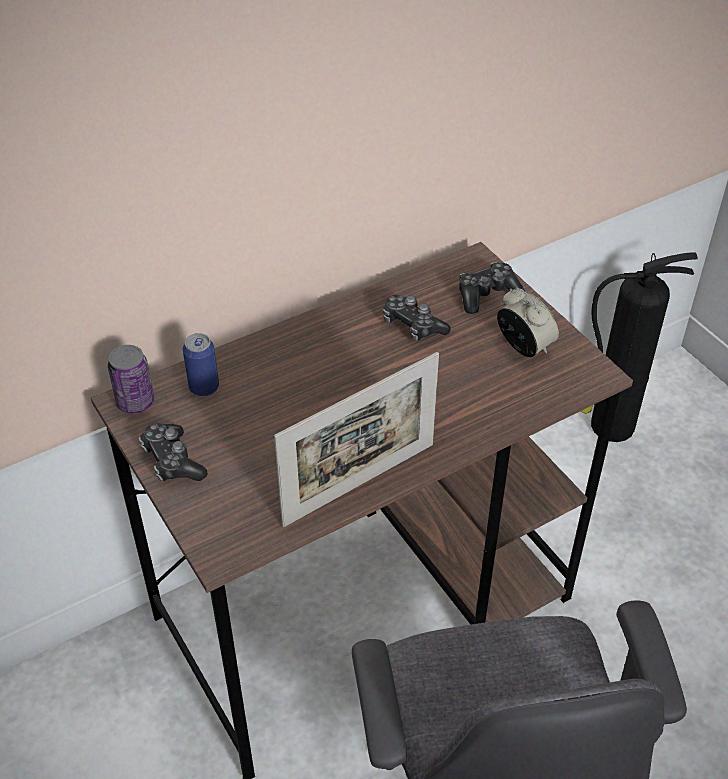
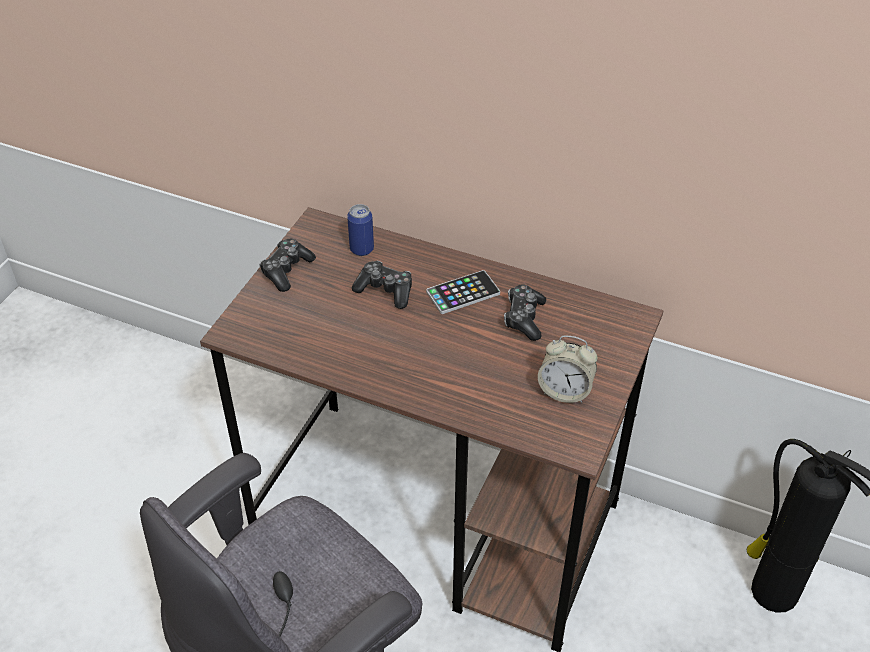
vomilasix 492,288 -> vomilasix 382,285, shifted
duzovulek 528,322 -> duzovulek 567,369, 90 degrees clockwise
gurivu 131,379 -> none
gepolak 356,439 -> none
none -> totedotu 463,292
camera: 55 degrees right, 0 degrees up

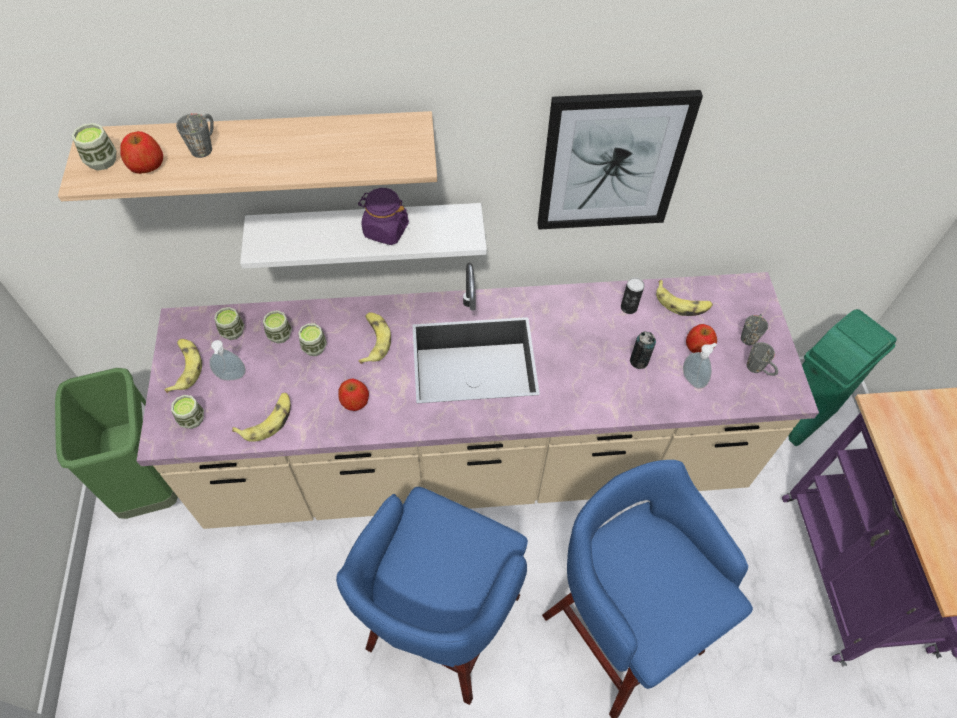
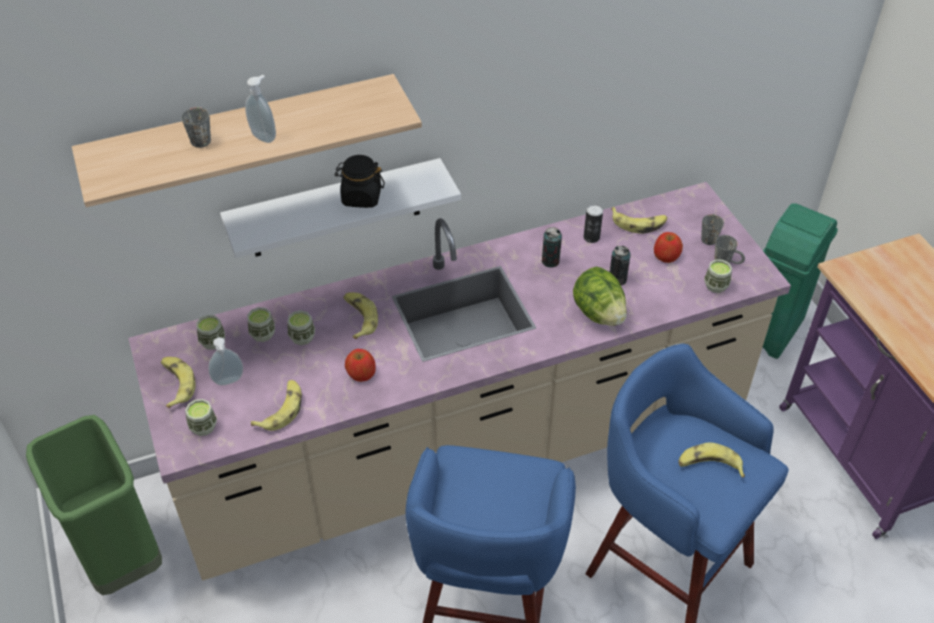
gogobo 620,160 -> none
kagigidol 94,147 -> kagigidol 718,276, shifted
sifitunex 141,152 -> none
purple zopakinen 383,216 -> black zopakinen 359,181
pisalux 700,366 -> pisalux 260,109, shifted
none -> gurivu 552,247
none -> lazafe 600,296
none -> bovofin 711,460
camera: 15 degrees left, 10 degrees down

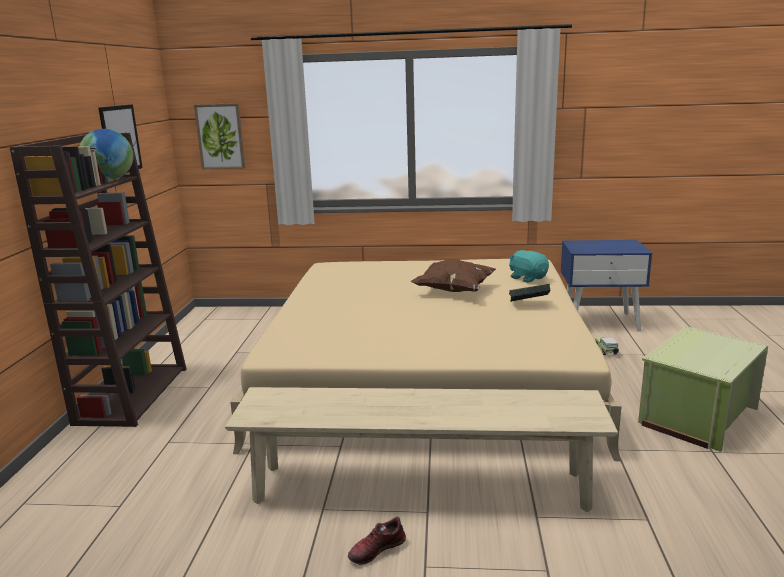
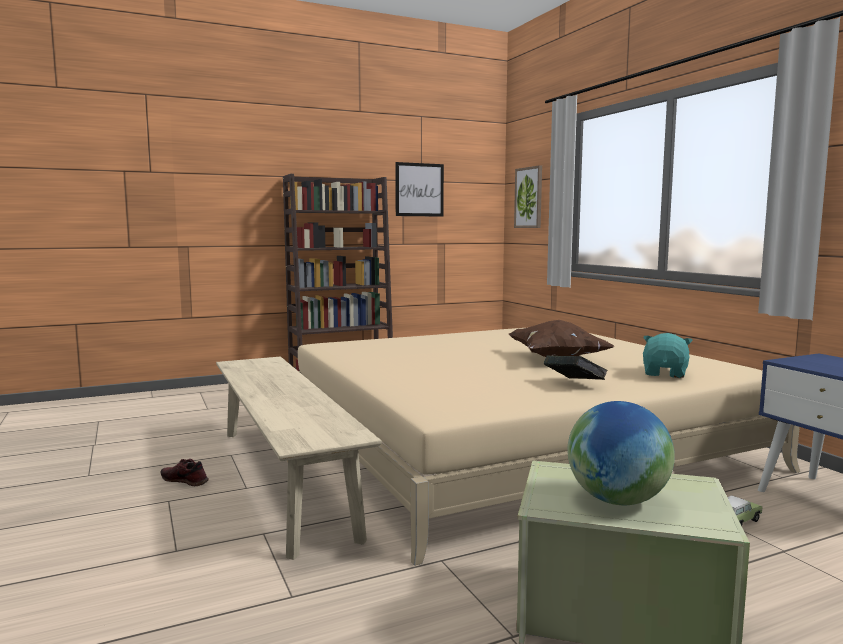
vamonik 106,154 -> vamonik 621,453, shifted
camera: 60 degrees right, 10 degrees down

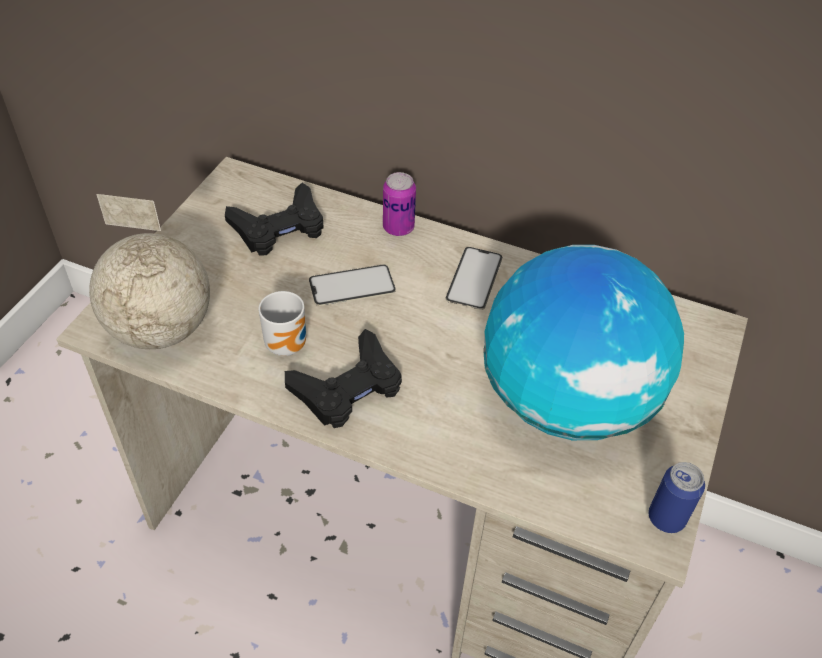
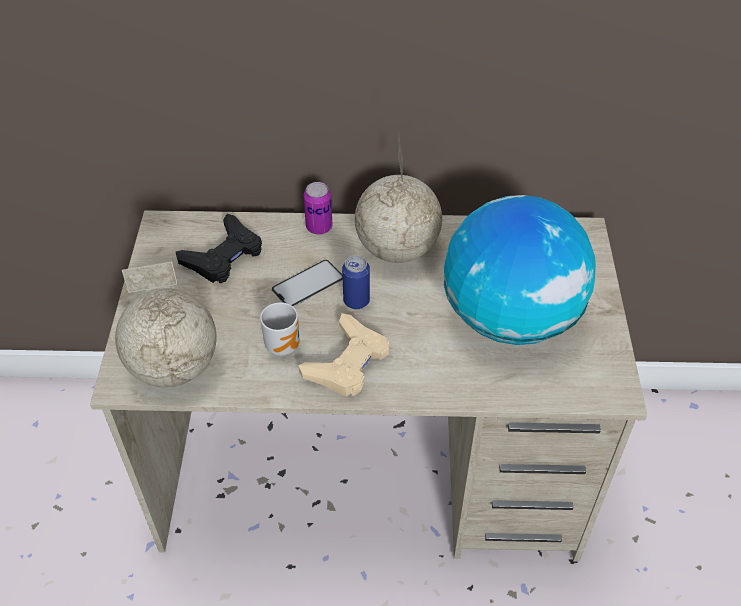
totedotu 474,278 -> vamonik 398,198
black vomilasix 343,378 -> beige vomilasix 343,354
gurivu 677,497 -> gurivu 356,282, shifted
camera: 20 degrees left, 0 degrees up

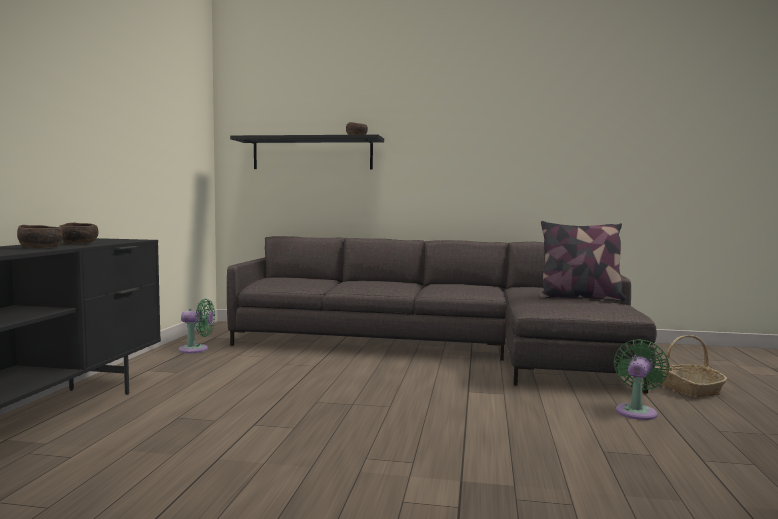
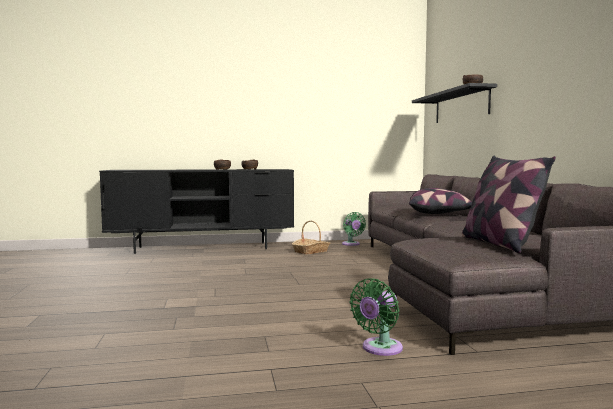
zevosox 691,366 -> zevosox 311,238, shifted
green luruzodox 641,379 -> green luruzodox 376,317, 120 degrees clockwise
none -> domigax 440,201
camera: 70 degrees right, 0 degrees up

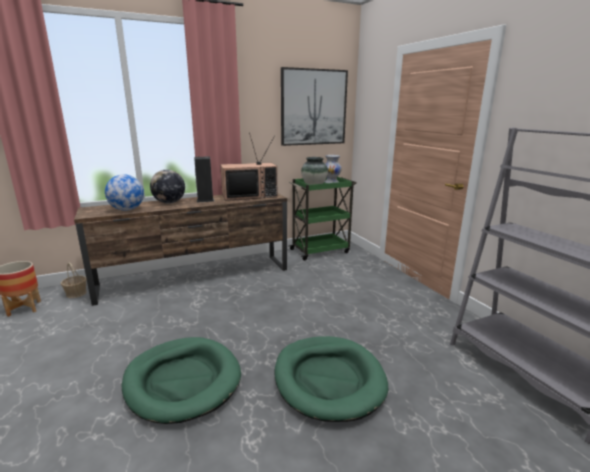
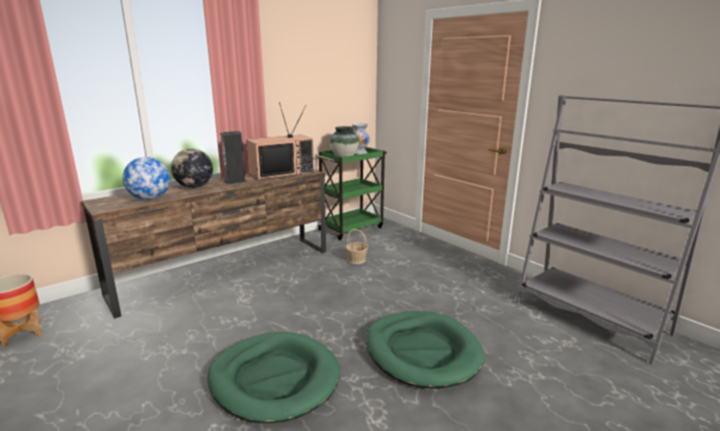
gogobo 314,106 -> none
zevosox 74,280 -> zevosox 357,246, shifted
camera: 15 degrees left, 0 degrees up

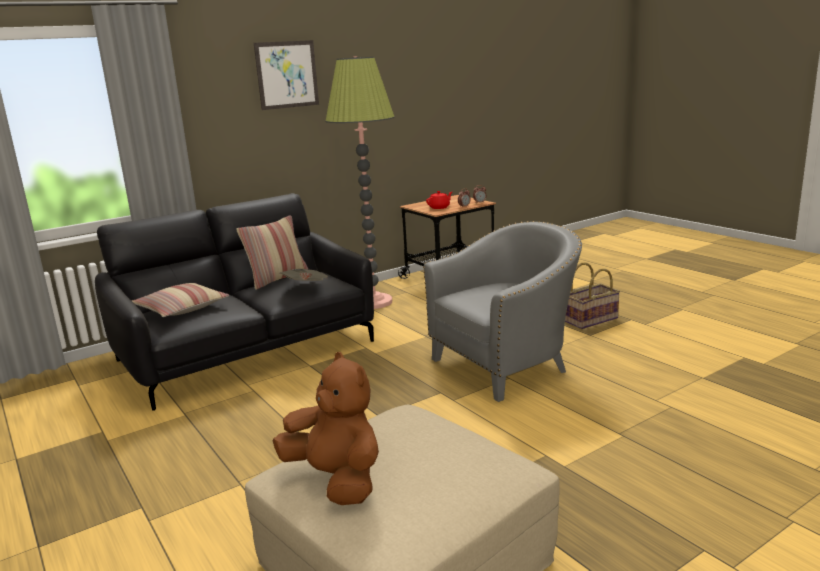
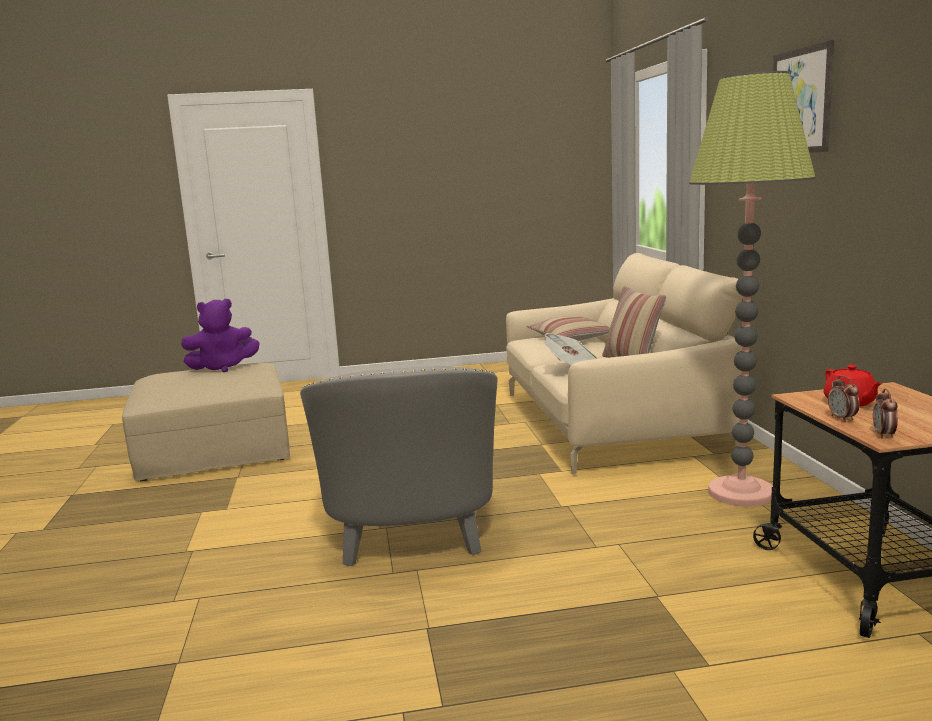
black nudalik 234,302 -> beige nudalik 624,363
zevosox 592,295 -> none
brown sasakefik 326,428 -> purple sasakefik 220,335
camera: 115 degrees right, 5 degrees down

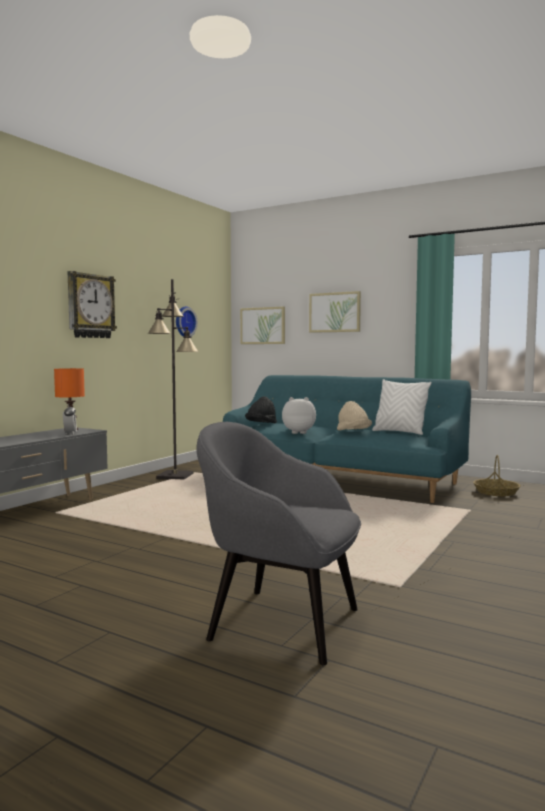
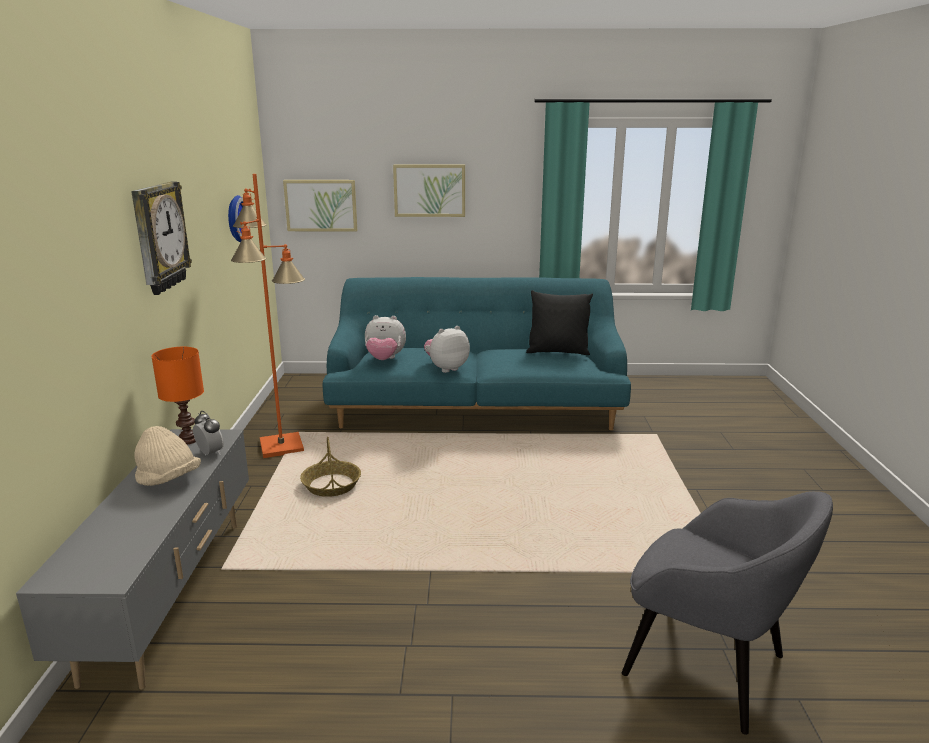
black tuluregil 173,379 -> orange tuluregil 268,316
white domigax 402,407 -> black domigax 559,322
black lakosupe 261,409 -> sasakefik 385,337
beige lakosupe 354,416 -> beige lakosupe 167,456, shifted
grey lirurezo 278,543 -> grey lirurezo 727,613, 135 degrees counterclockwise
zevosox 497,475 -> zevosox 330,467, shifted
camera: 30 degrees left, 15 degrees up

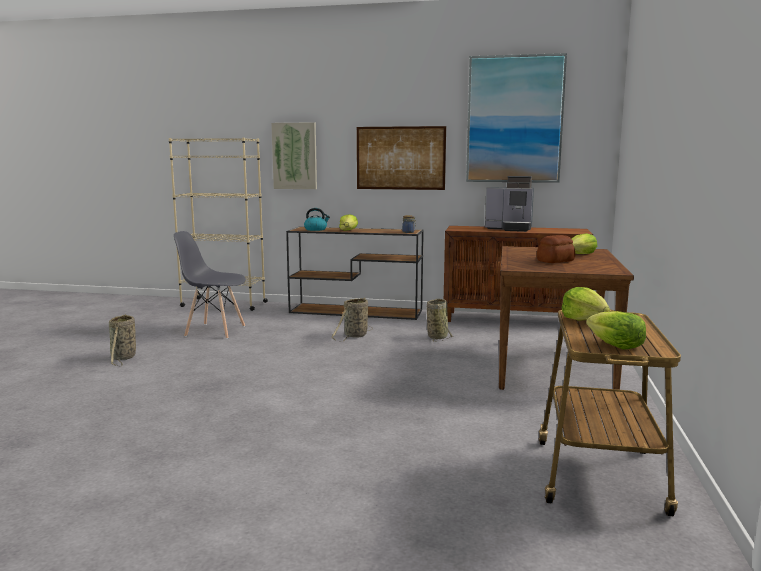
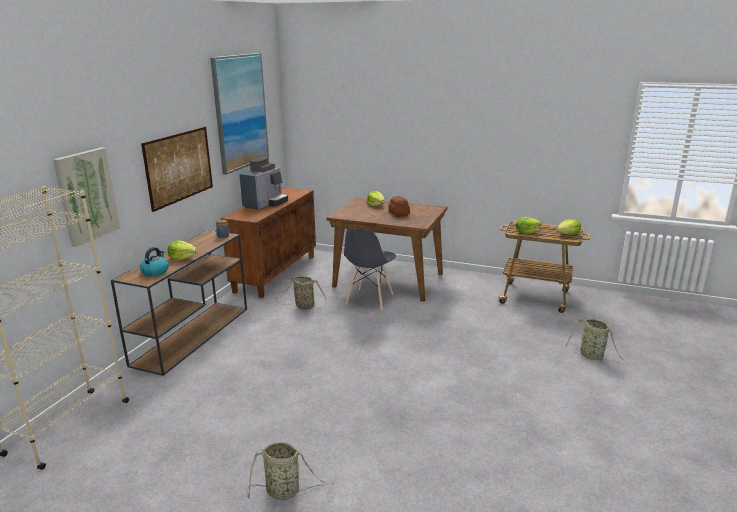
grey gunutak 210,285 -> grey gunutak 370,269, shifted
zevosox 352,320 -> zevosox 597,341, shifted
camera: 80 degrees left, 10 degrees up

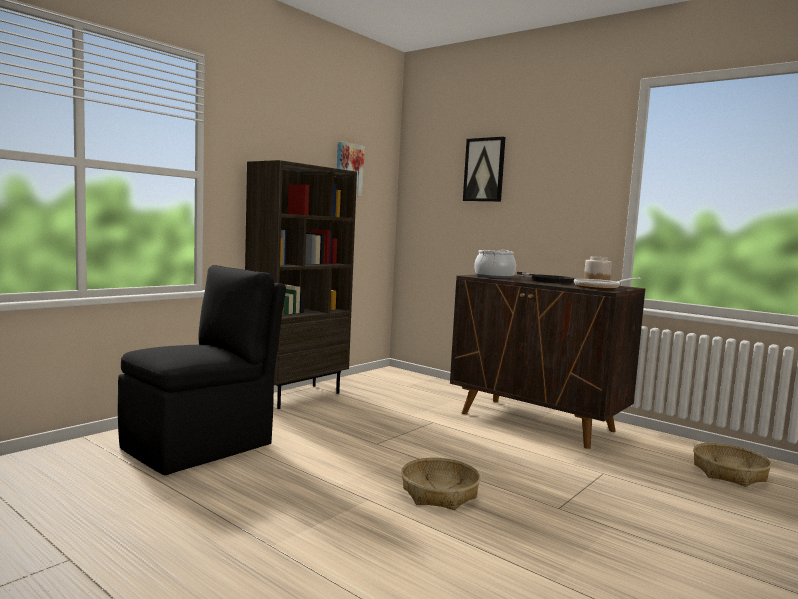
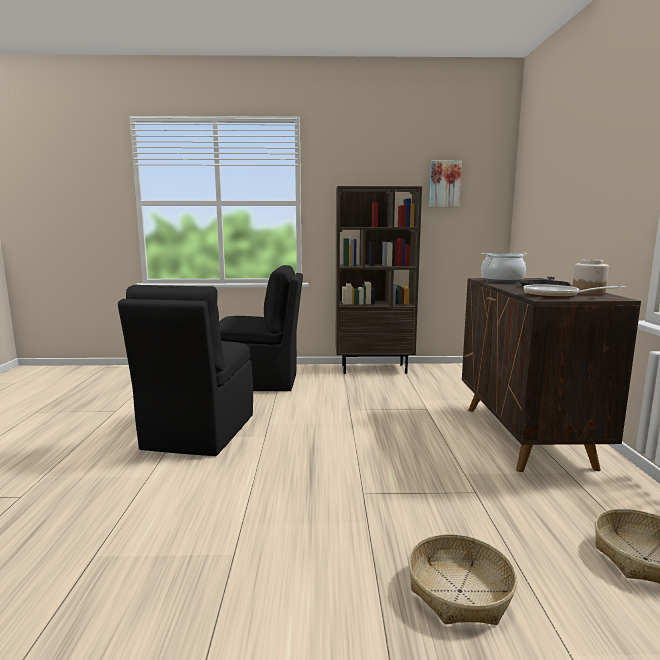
gogobo 484,169 -> none
zevosox 440,484 -> zevosox 462,579, shifted
none -> black gunutak 185,370
camera: 50 degrees right, 5 degrees up

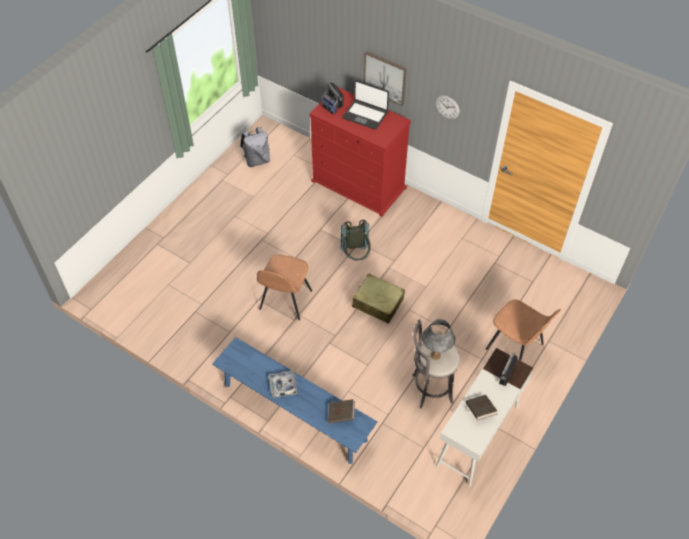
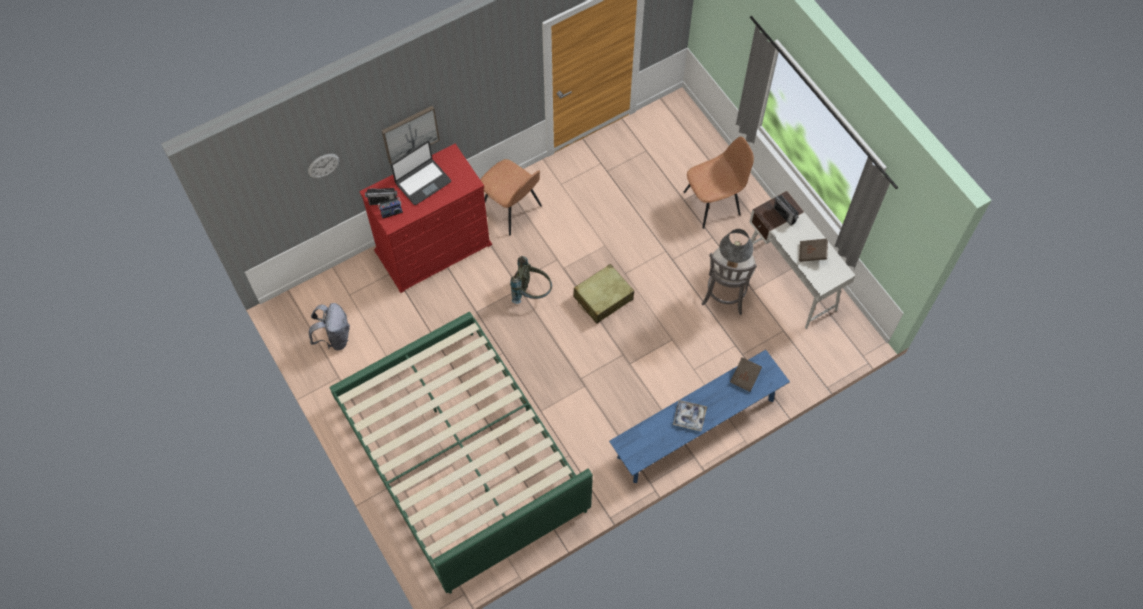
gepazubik 447,107 -> gepazubik 323,166, shifted
brown gunutak 284,287 -> brown gunutak 511,197, shifted
none -> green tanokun 461,453
camera: 65 degrees left, 10 degrees up

